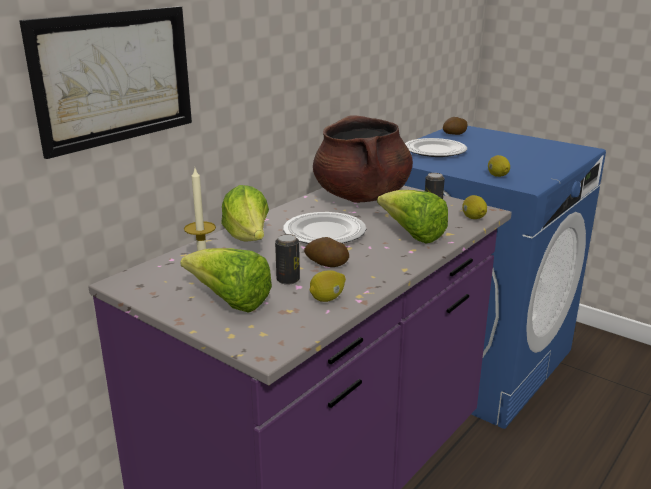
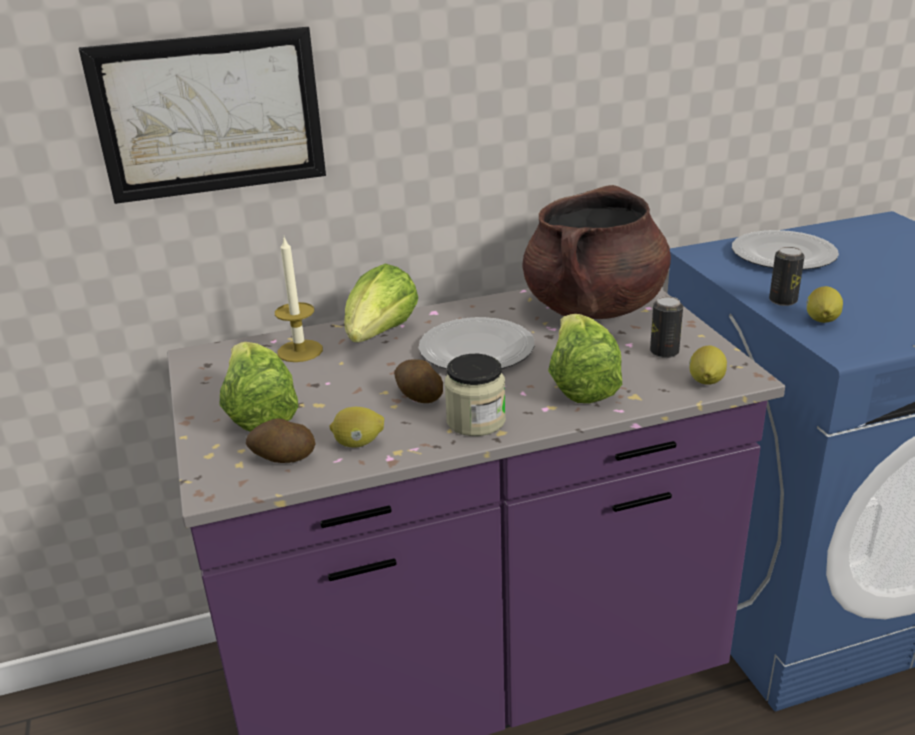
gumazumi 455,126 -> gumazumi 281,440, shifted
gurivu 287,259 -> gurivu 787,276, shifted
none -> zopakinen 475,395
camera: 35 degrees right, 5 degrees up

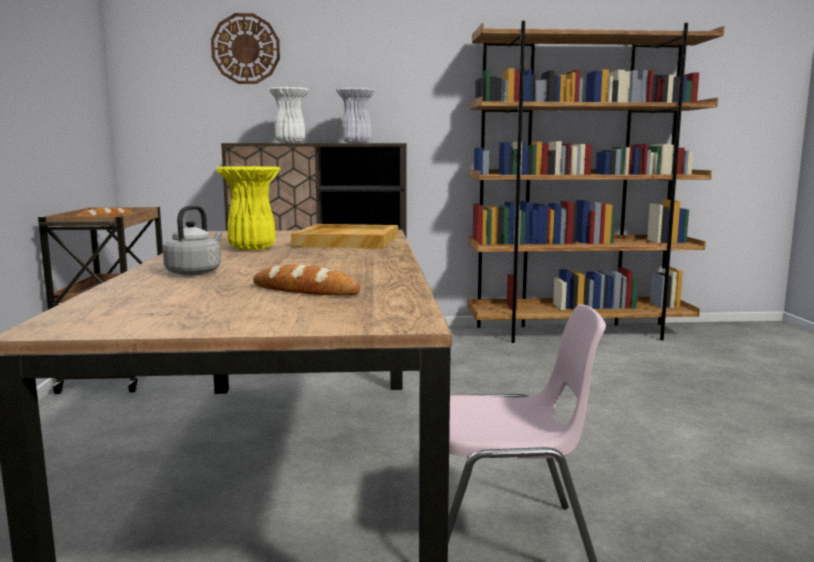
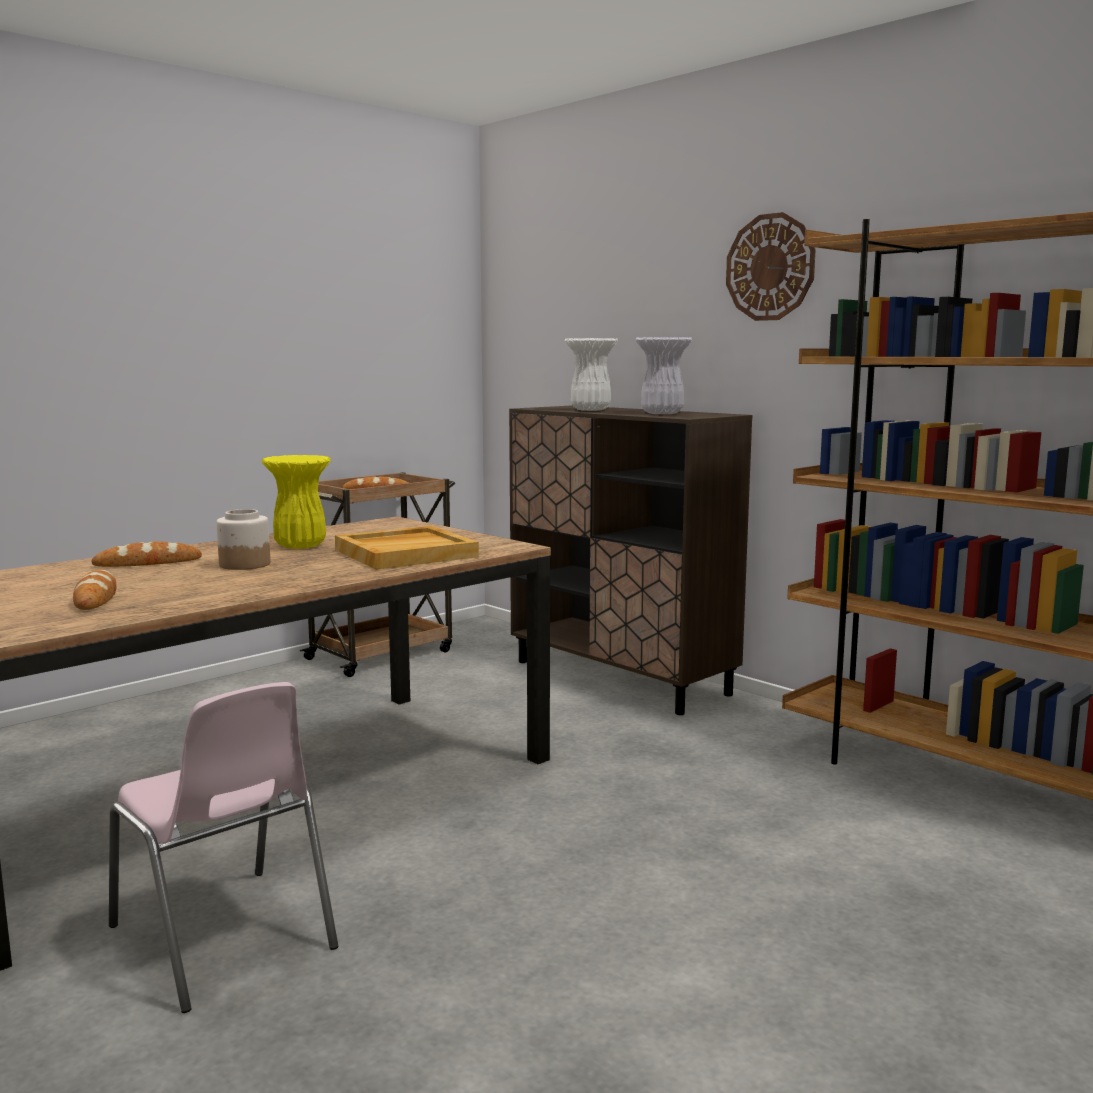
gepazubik 245,48 -> gepazubik 771,266, shifted
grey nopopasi 192,240 -> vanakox 146,554
none -> zopakinen 243,539
camera: 50 degrees right, 0 degrees up

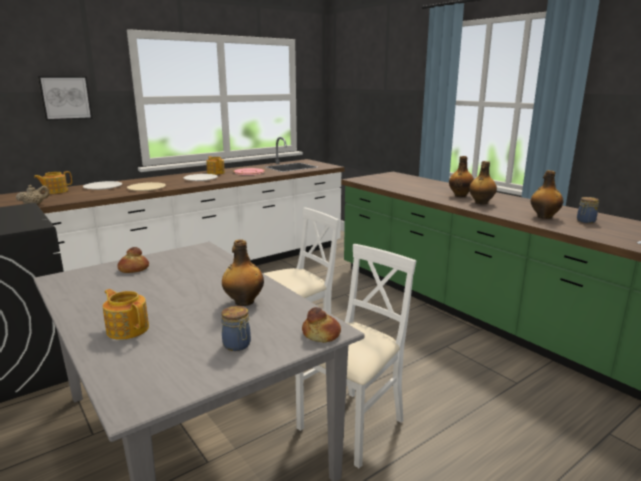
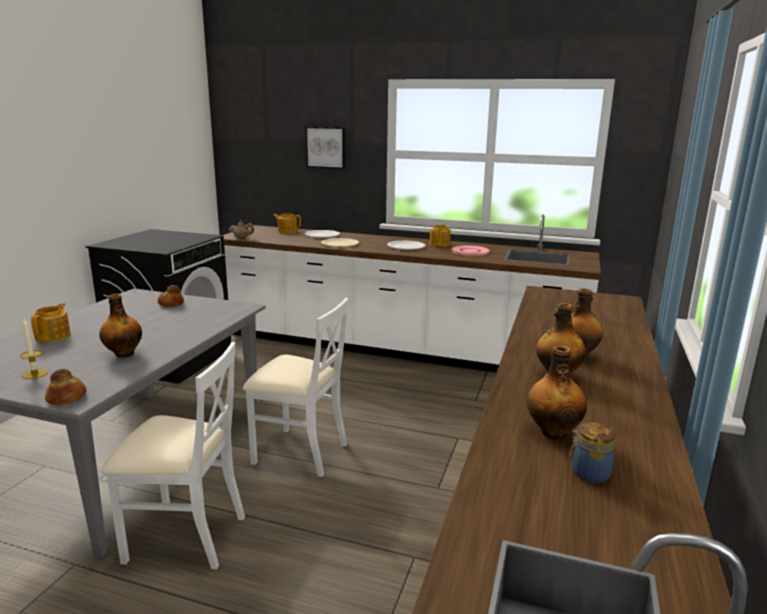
zopakinen 236,328 -> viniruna 34,349
camera: 55 degrees right, 0 degrees up

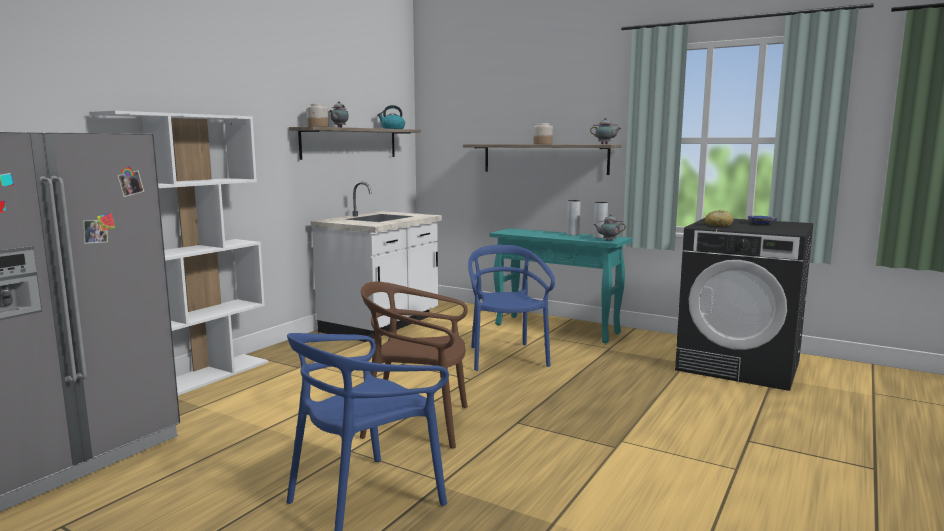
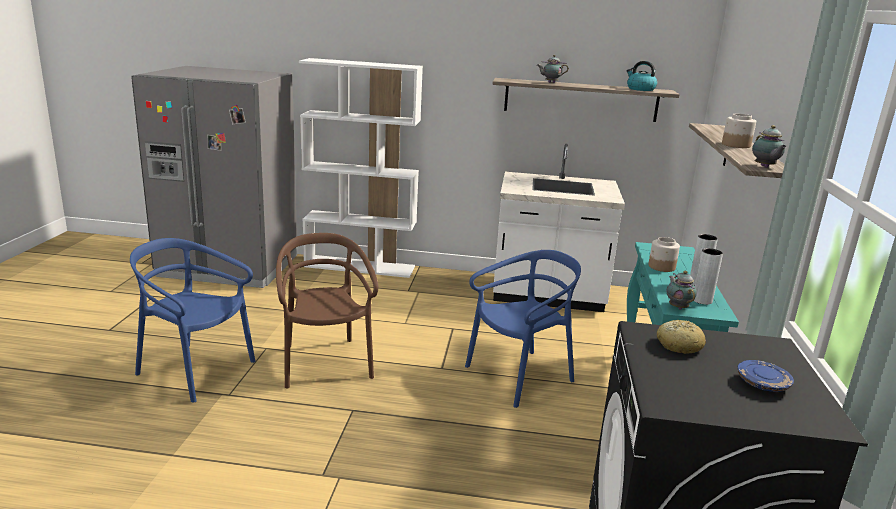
zopakinen 317,115 -> zopakinen 664,254, shifted
camera: 65 degrees right, 10 degrees up

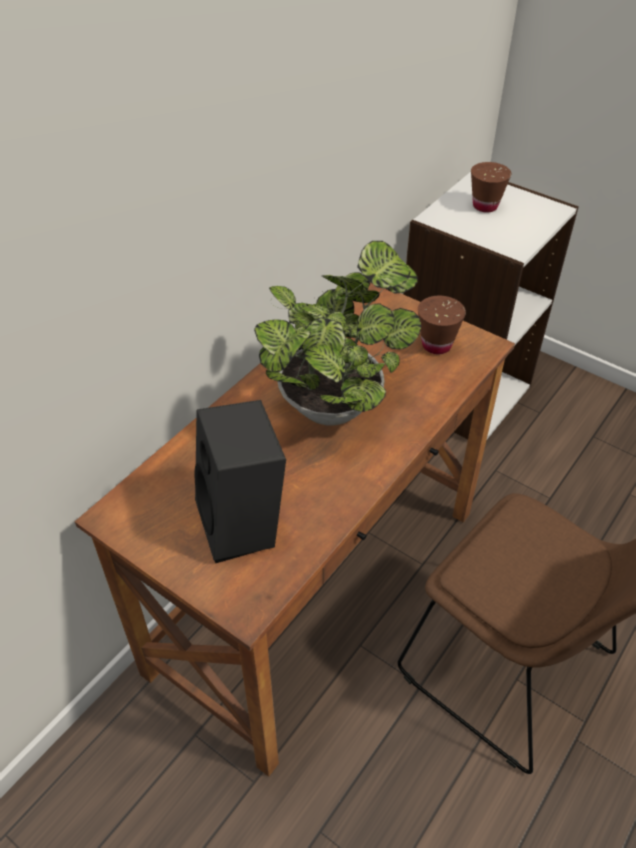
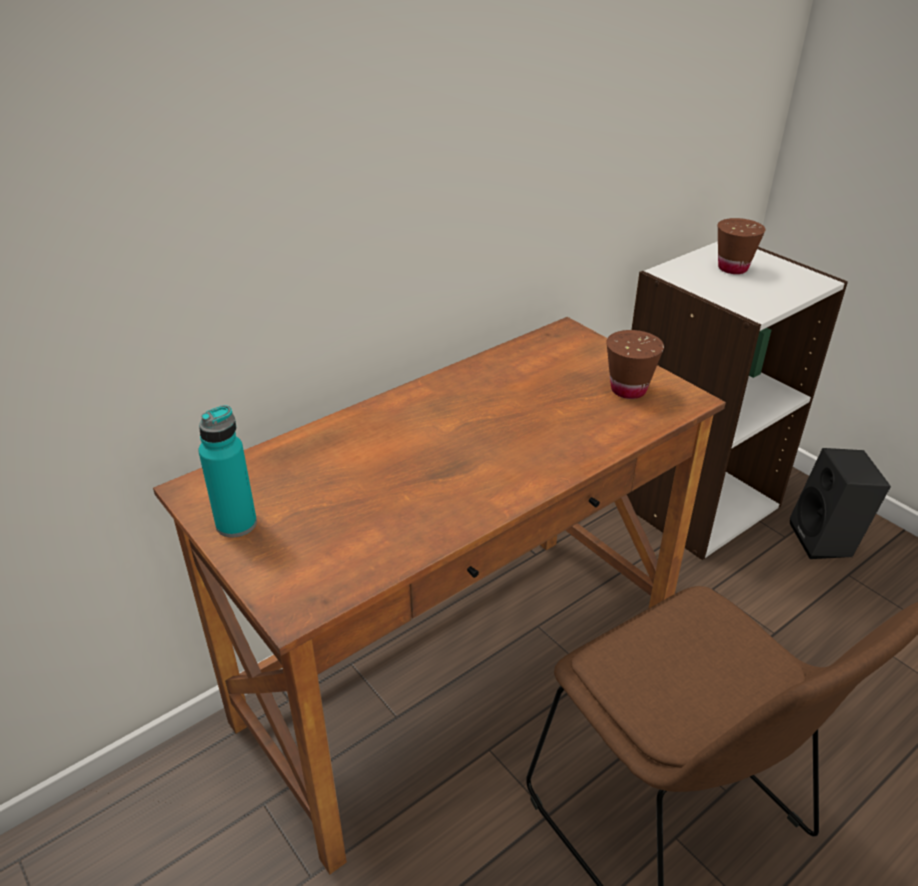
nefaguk 337,333 -> none
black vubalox 240,481 -> black vubalox 840,503, shifted
none -> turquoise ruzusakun 227,471
camera: 15 degrees right, 10 degrees down

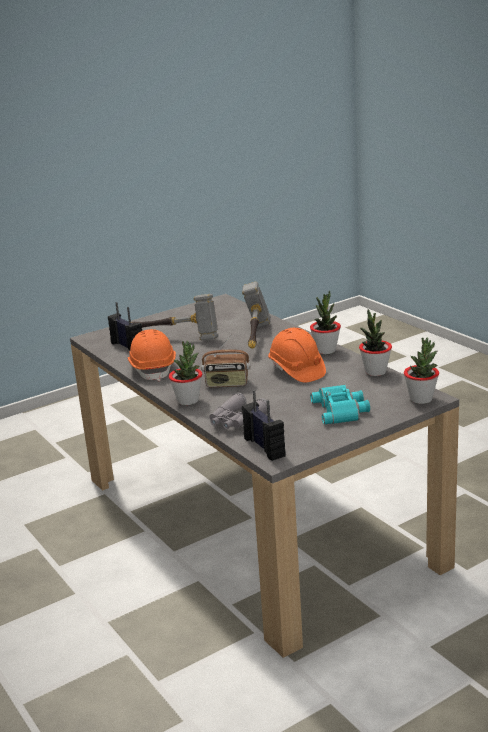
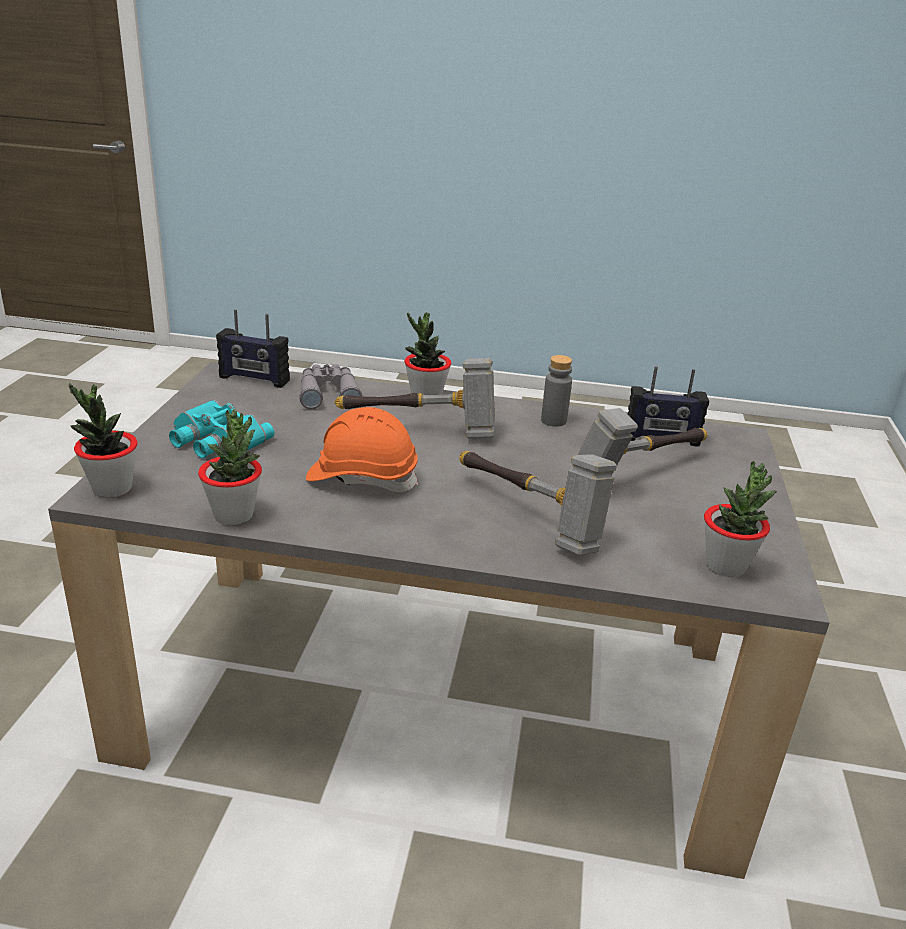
nefaguk 325,322 -> nefaguk 740,519, shifted
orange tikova 152,355 -> grey ruzusakun 556,391
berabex 226,360 -> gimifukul 414,398
camera: 130 degrees right, 5 degrees up

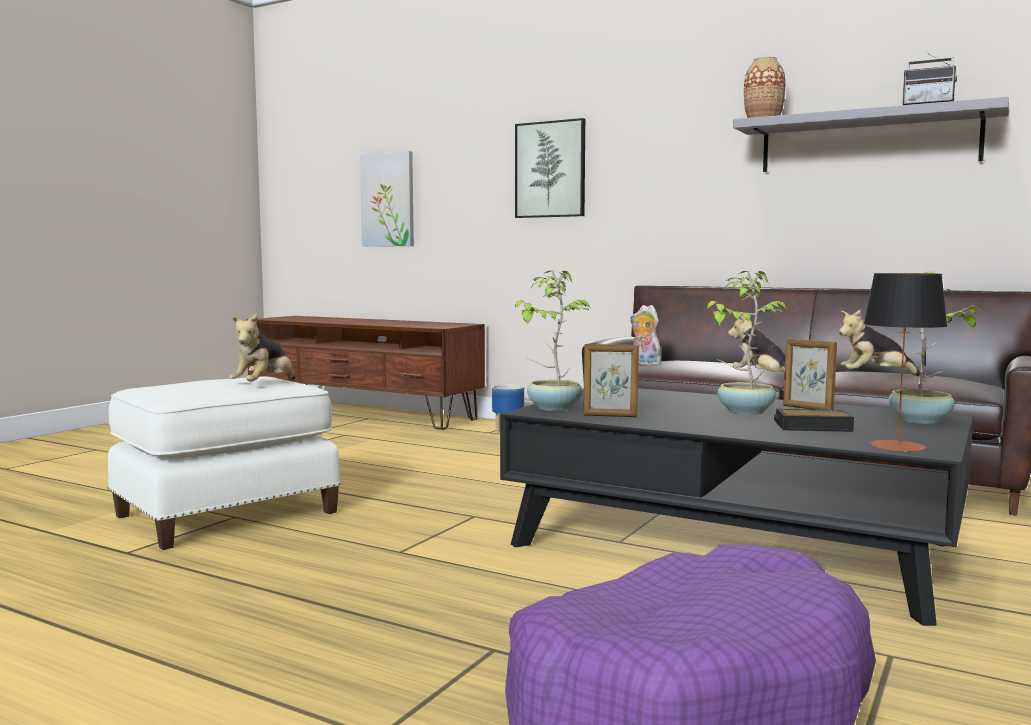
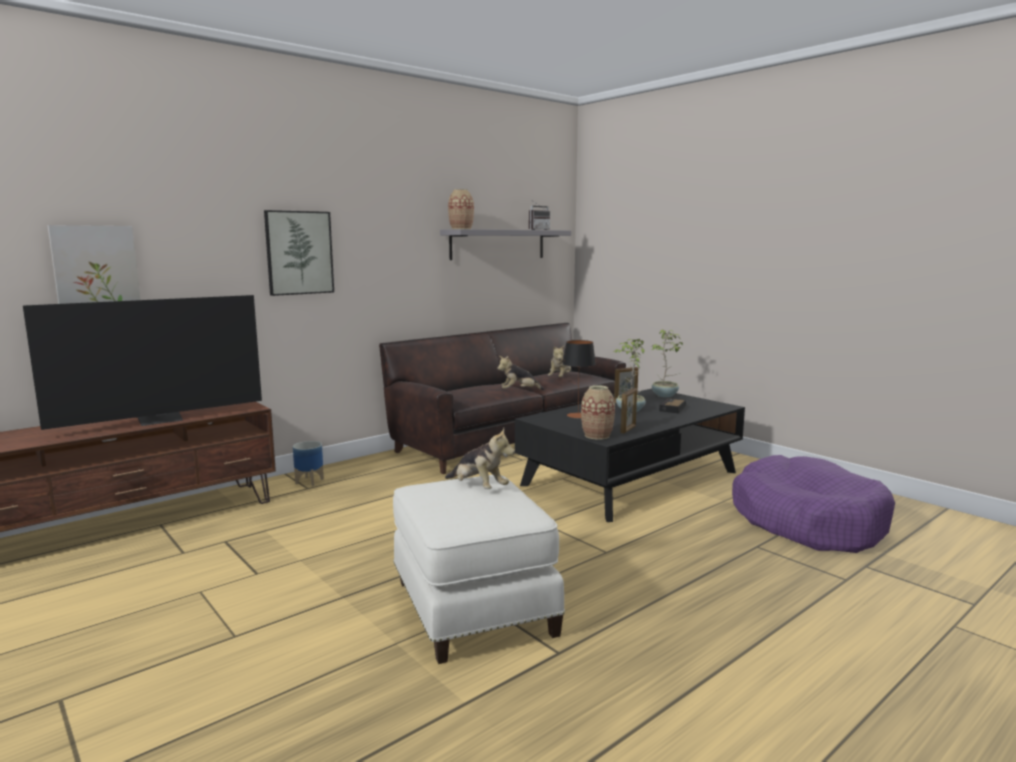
nefaguk 552,341 -> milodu 598,412
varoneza 905,362 -> varoneza 579,379, shifted
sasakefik 646,335 -> none
none -> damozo 142,362
camera: 70 degrees left, 5 degrees up

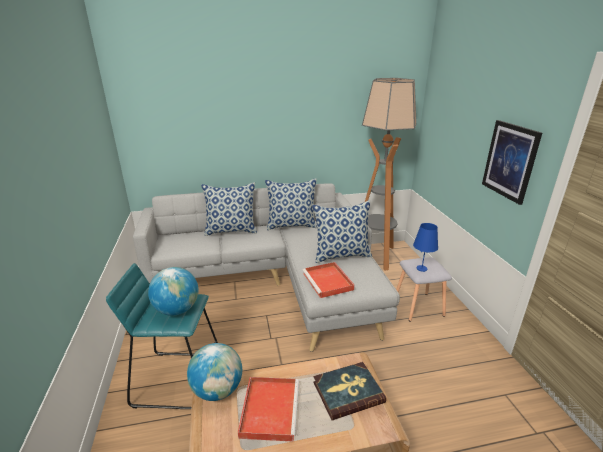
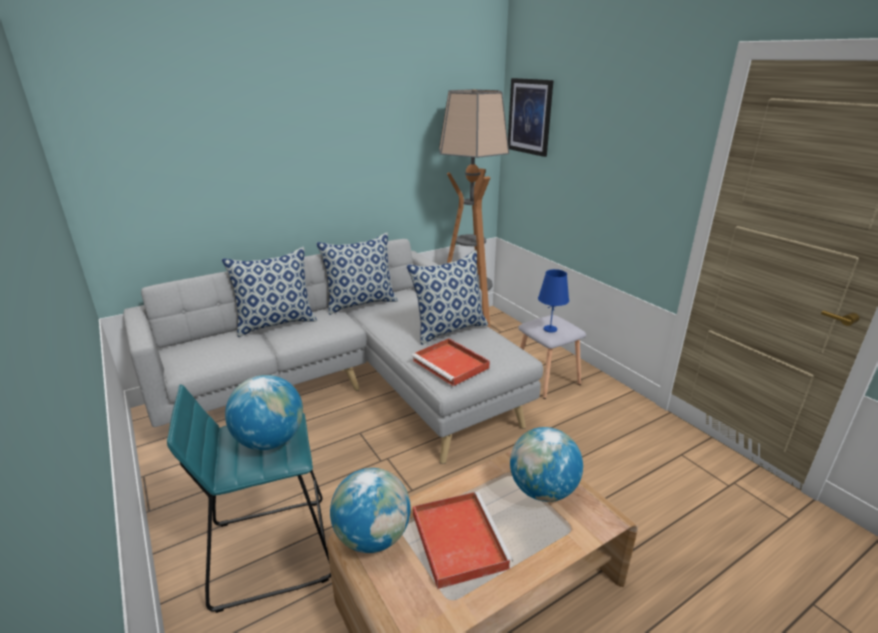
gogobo 512,162 -> gogobo 531,117, shifted
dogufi 349,391 -> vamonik 546,464
camera: 20 degrees left, 0 degrees up

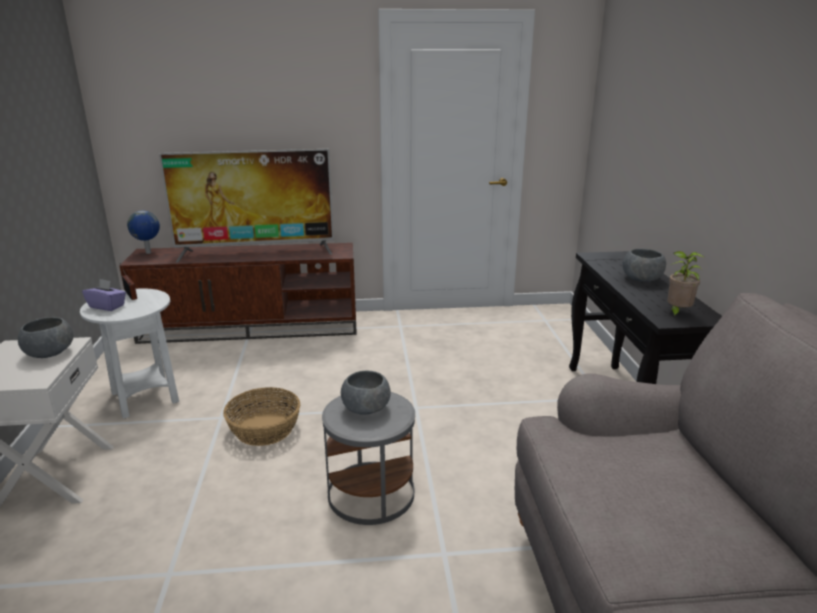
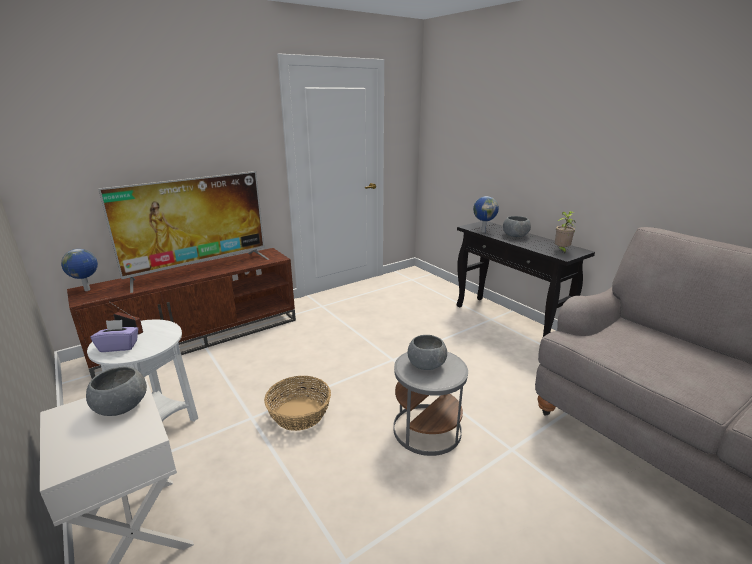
none -> vamonik 486,214
camera: 30 degrees left, 0 degrees up

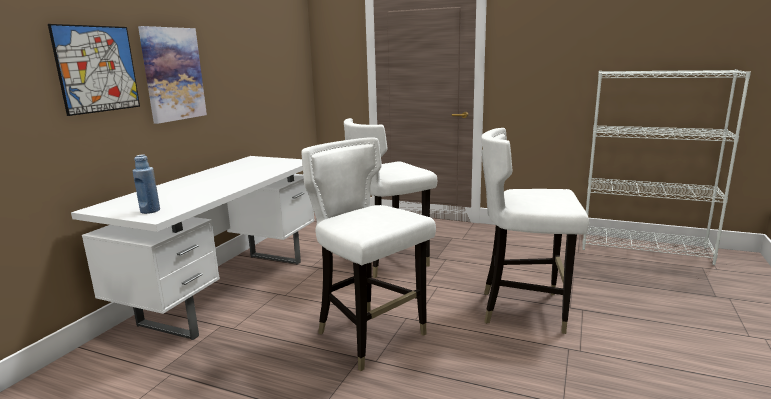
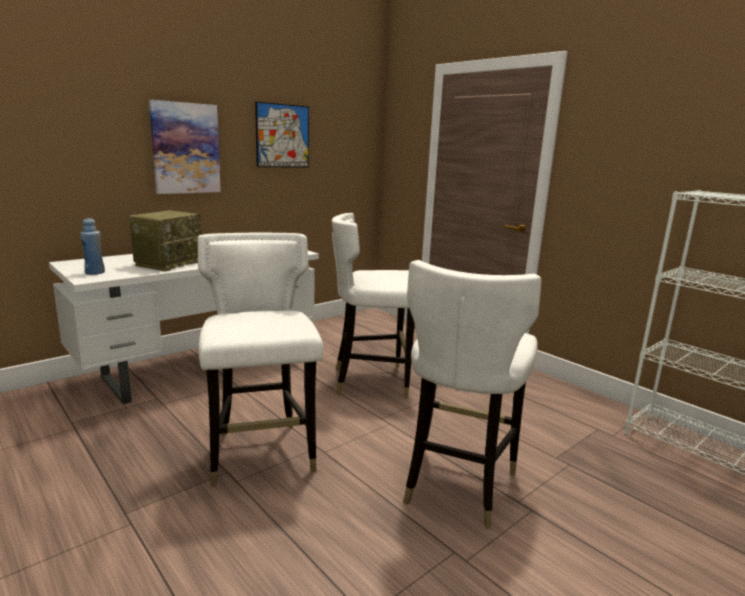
gogobo 94,70 -> gogobo 282,134, shifted
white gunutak 535,231 -> white gunutak 472,394, 105 degrees counterclockwise
none -> berabex 165,240
camera: 25 degrees right, 0 degrees up

